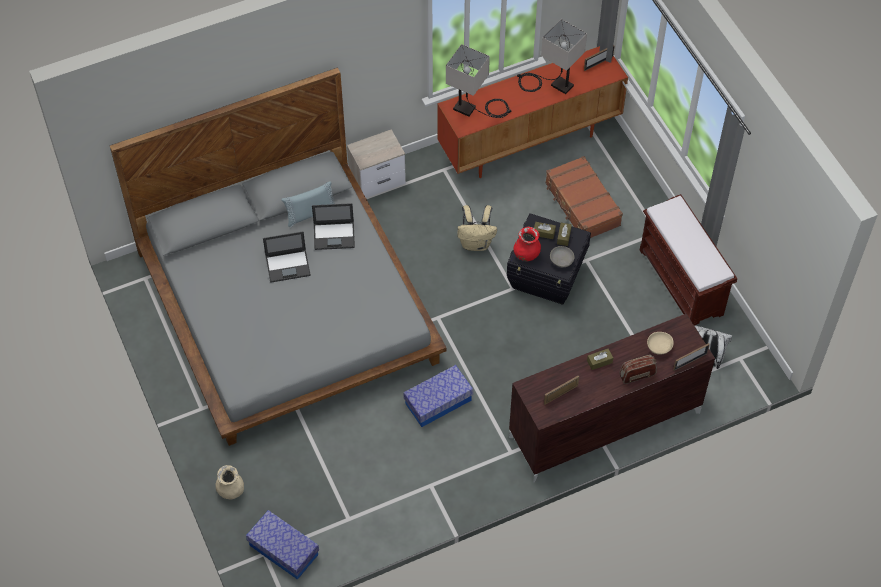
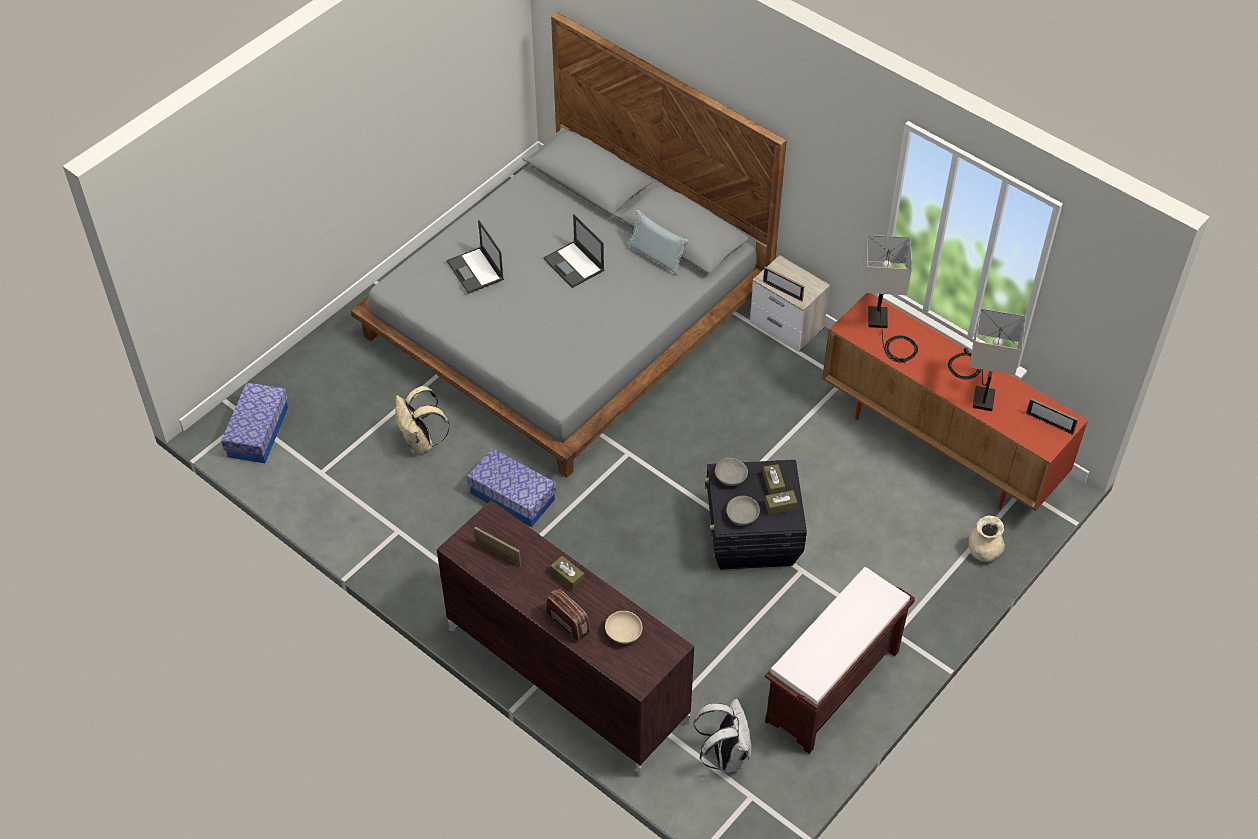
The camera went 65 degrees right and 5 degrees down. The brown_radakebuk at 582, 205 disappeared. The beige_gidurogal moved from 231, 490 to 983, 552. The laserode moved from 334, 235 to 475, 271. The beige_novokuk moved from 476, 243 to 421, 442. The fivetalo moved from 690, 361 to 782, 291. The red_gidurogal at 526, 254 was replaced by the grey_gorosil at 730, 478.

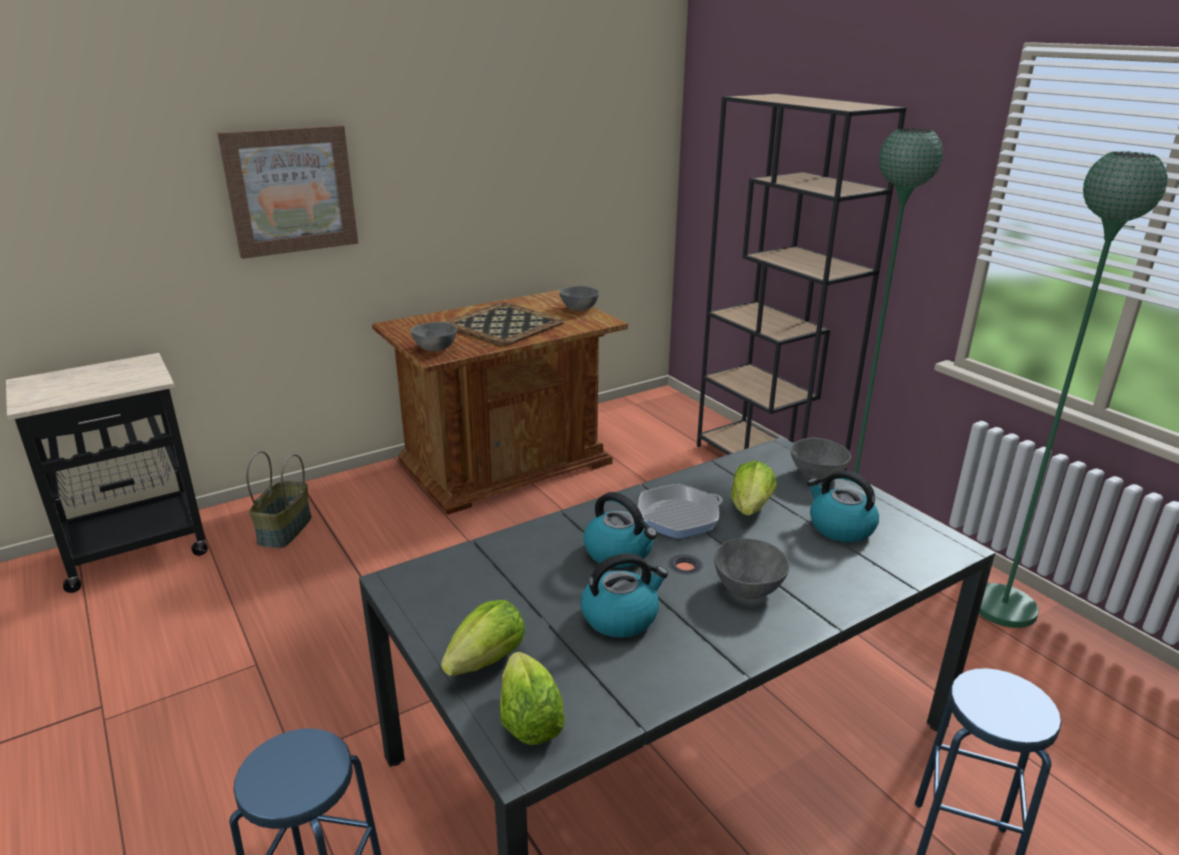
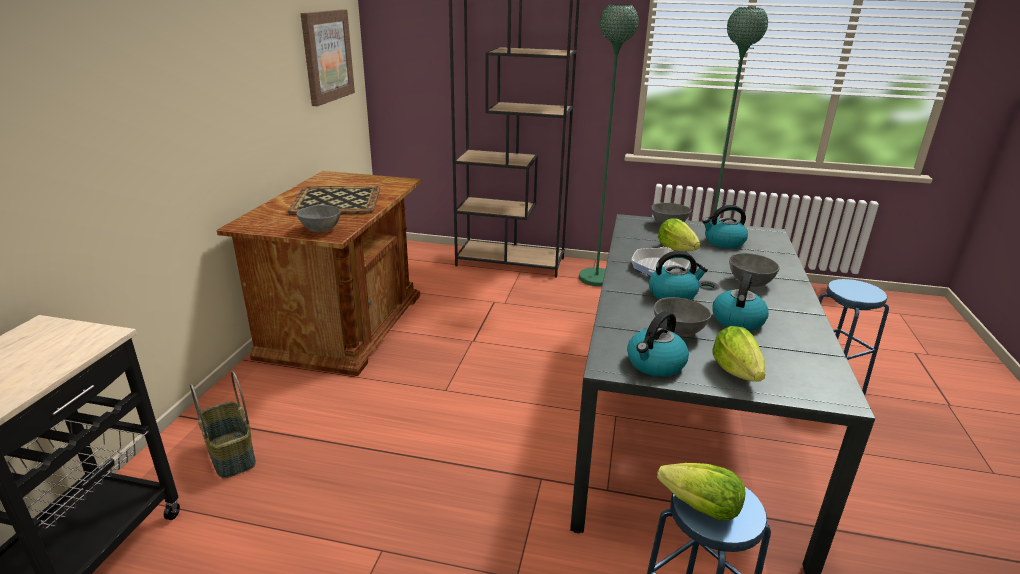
The camera went 45 degrees left and 0 degrees up. The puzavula at 655, 364 appeared. The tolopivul moved from 290, 190 to 327, 56. The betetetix moved from 529, 721 to 701, 508. The grey_gorosil moved from 578, 309 to 678, 332.

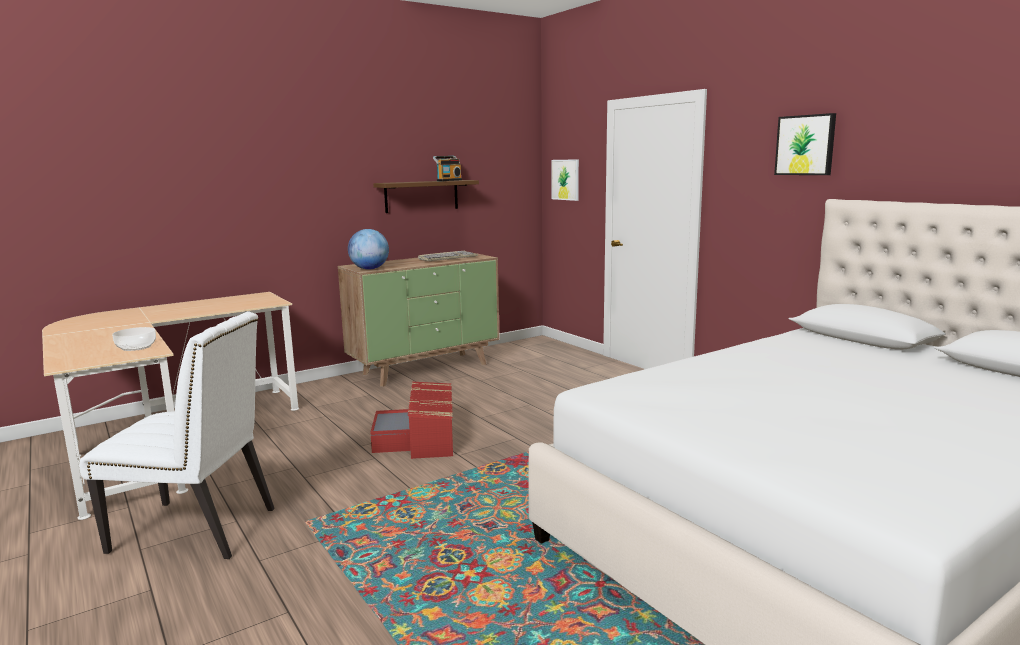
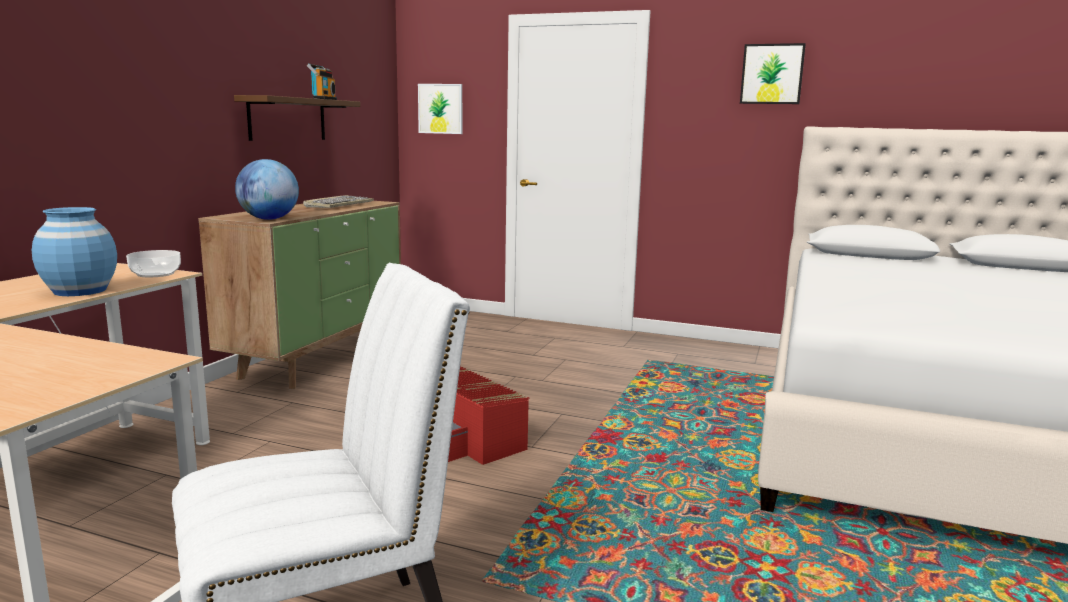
The camera went 35 degrees left and 0 degrees up. The blue_gidurogal at 79, 291 appeared. The gorosil moved from 136, 347 to 155, 274.

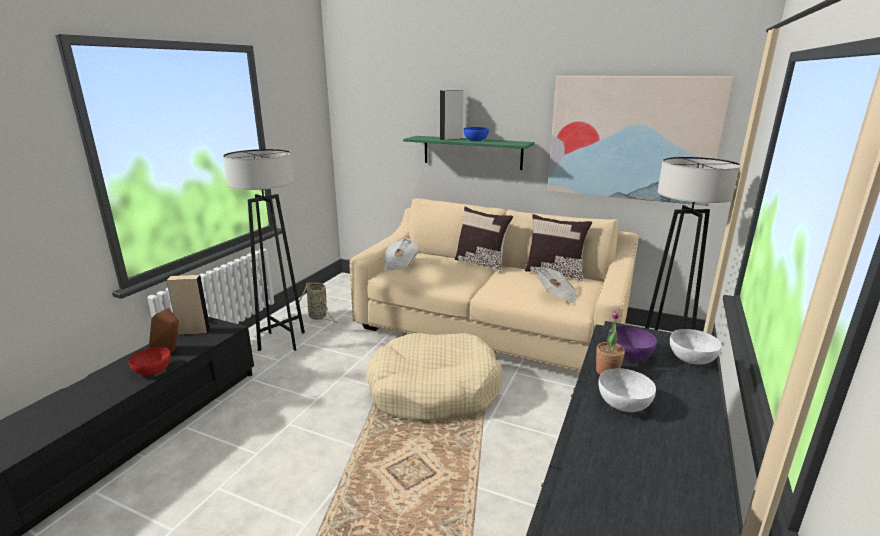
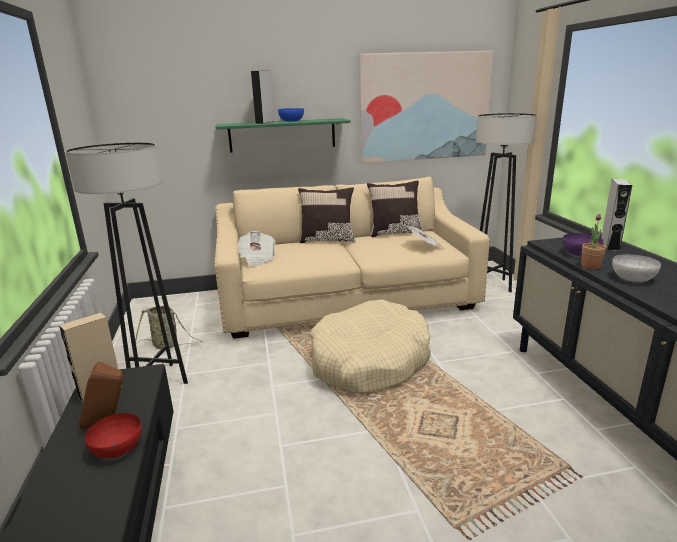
The camera went 35 degrees left and 0 degrees up. The white_gorosil at 692, 358 was replaced by the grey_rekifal at 610, 245.

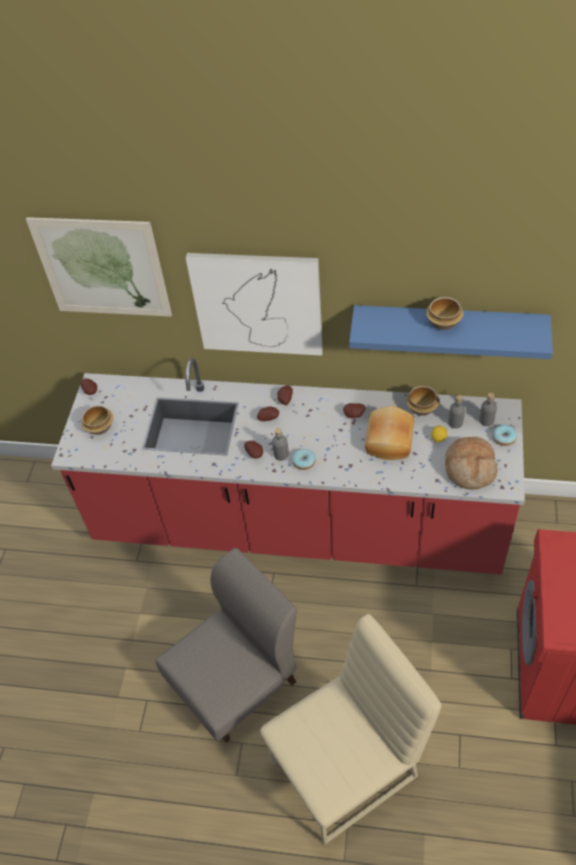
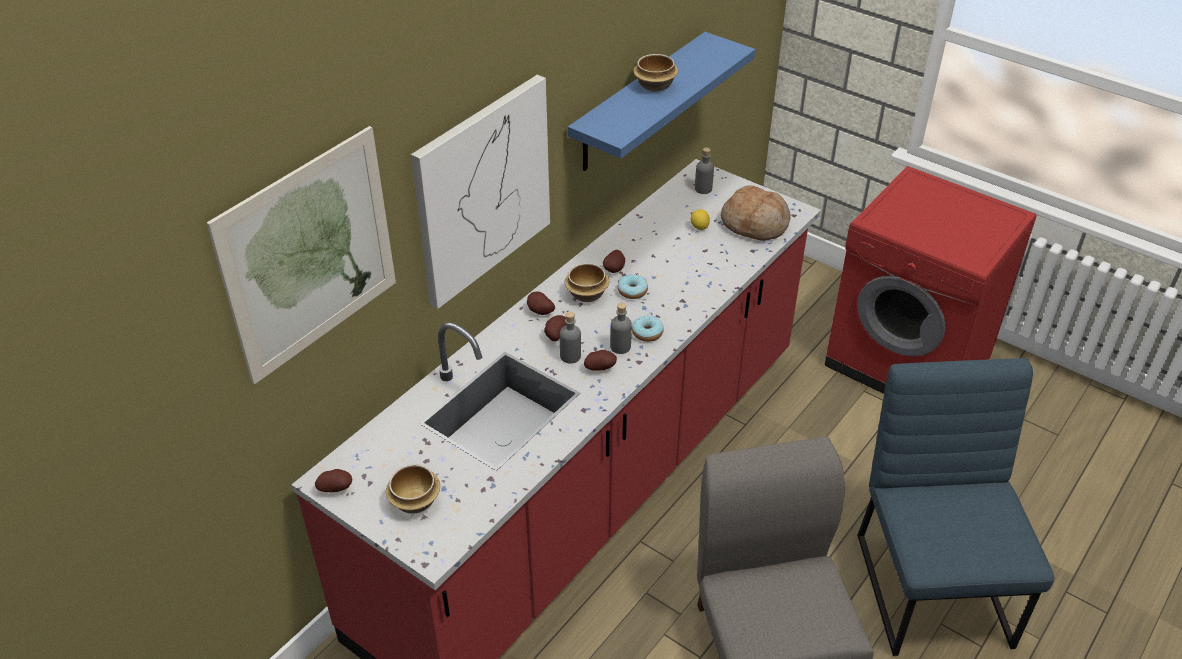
The camera went 65 degrees left and 10 degrees down. The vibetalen at 387, 440 disappeared. The gorosil moved from 421, 408 to 587, 295. The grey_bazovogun moved from 455, 422 to 570, 356. The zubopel moved from 504, 438 to 632, 291. The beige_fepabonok at 348, 767 became the blue_fepabonok at 932, 584.

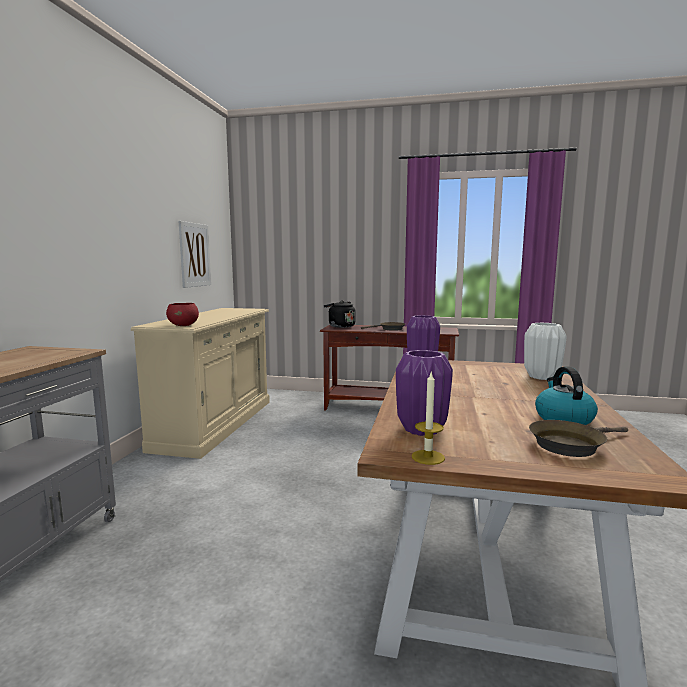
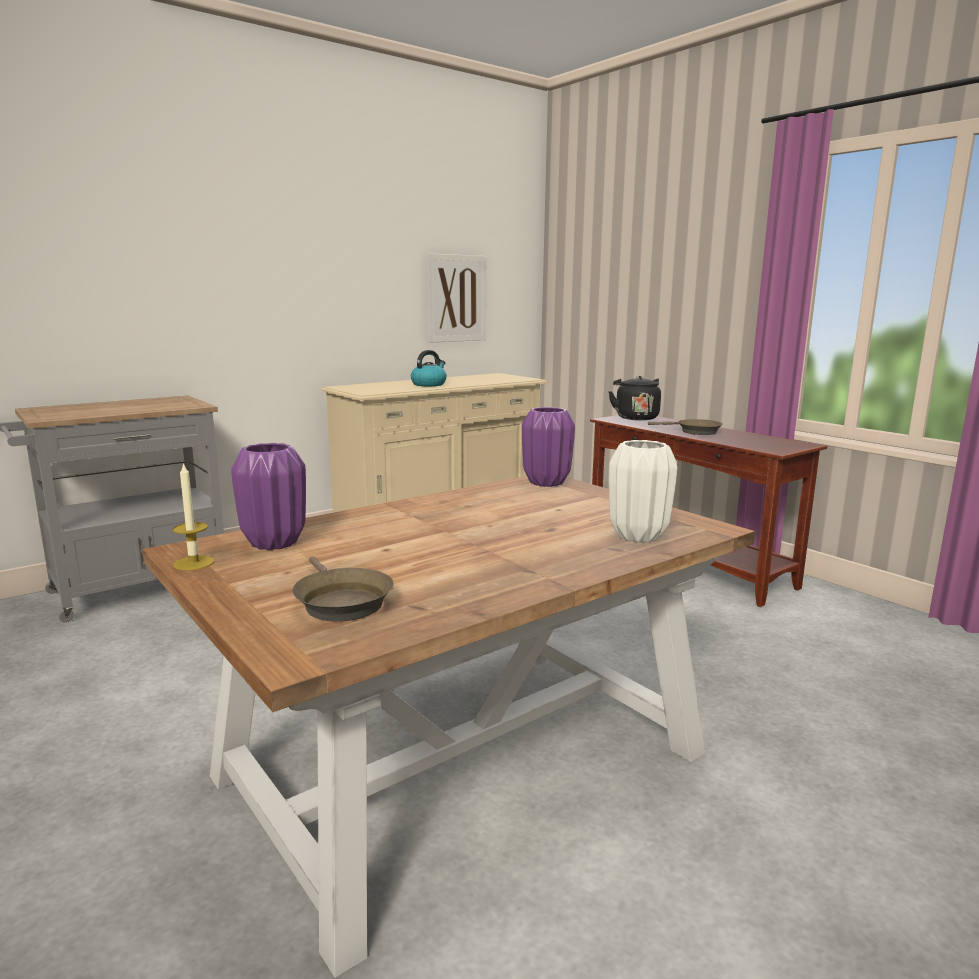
The camera went 40 degrees right and 5 degrees up. The red_gorosil at 183, 325 disappeared. The puzavula moved from 563, 418 to 429, 384. The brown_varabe at 570, 444 turned 135 degrees counterclockwise.

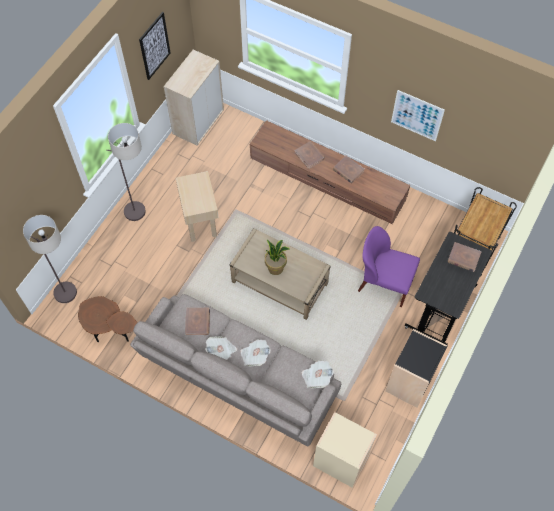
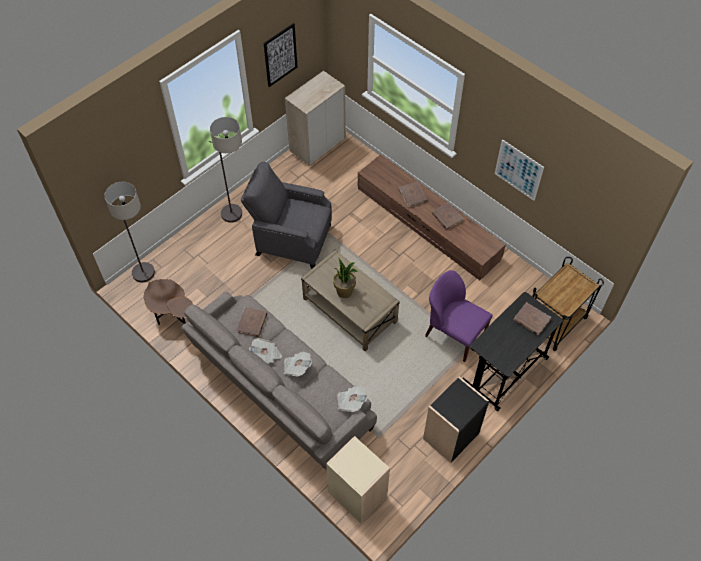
The camera went 15 degrees right and 5 degrees down. The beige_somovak at 201, 224 was replaced by the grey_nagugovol at 290, 239.

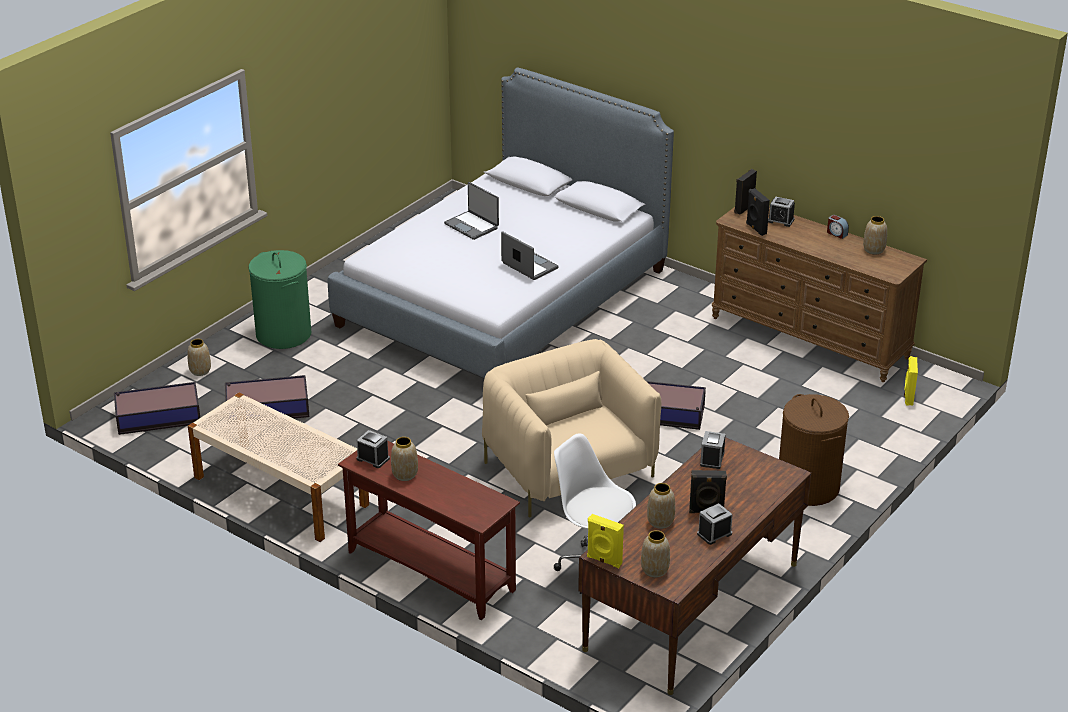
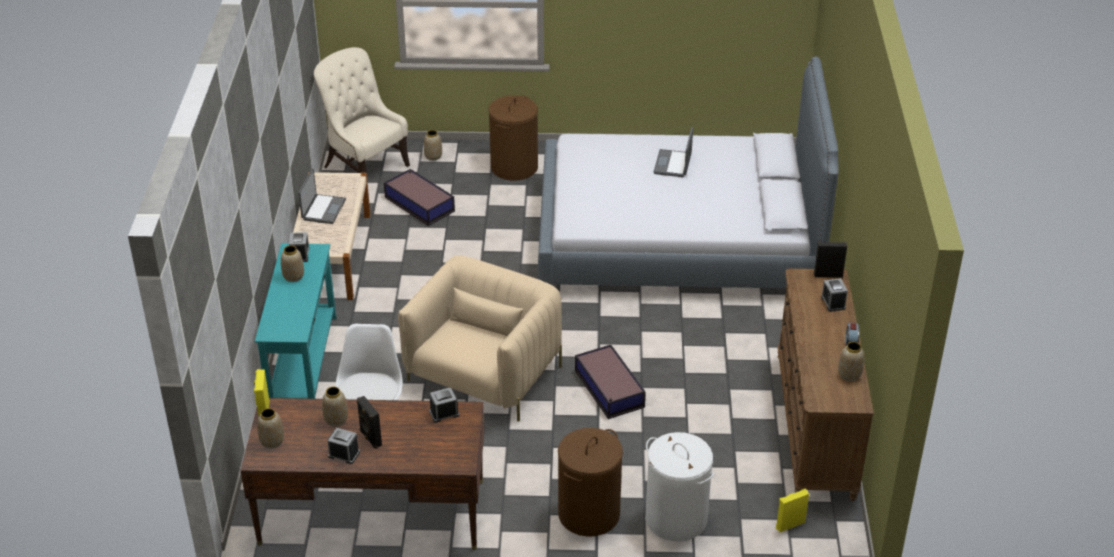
The camera went 55 degrees right and 5 degrees up. The black_rekifal at 755, 229 disappeared. The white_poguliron at 675, 519 appeared. The laserode moved from 529, 266 to 323, 209. The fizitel at 157, 417 was replaced by the beige_nagugovol at 365, 166. The green_poguliron at 283, 334 became the brown_poguliron at 514, 167. The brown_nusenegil at 430, 571 became the turquoise_nusenegil at 303, 362.

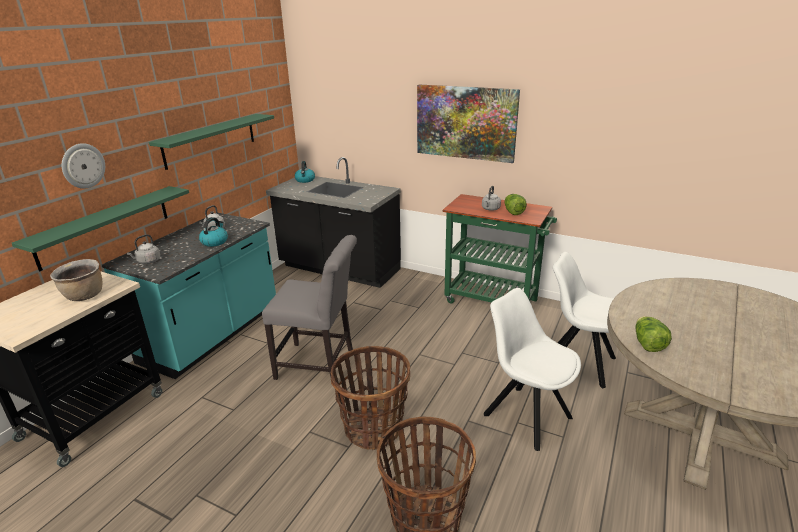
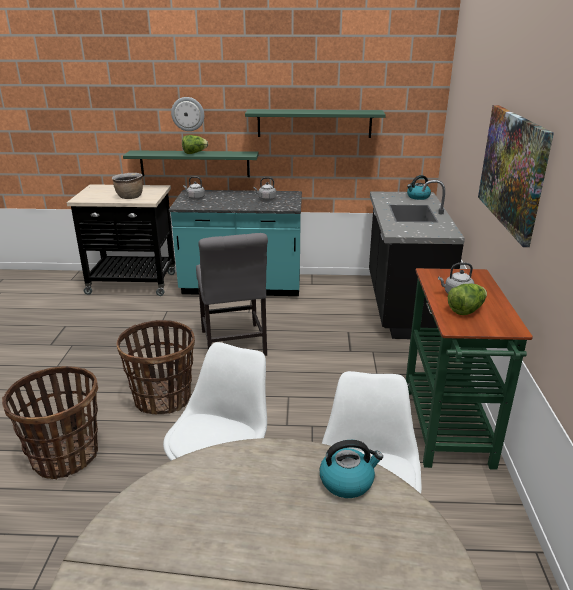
The camera went 65 degrees right and 0 degrees up. The puzavula moved from 214, 242 to 347, 481. The betetetix moved from 647, 344 to 194, 153.

